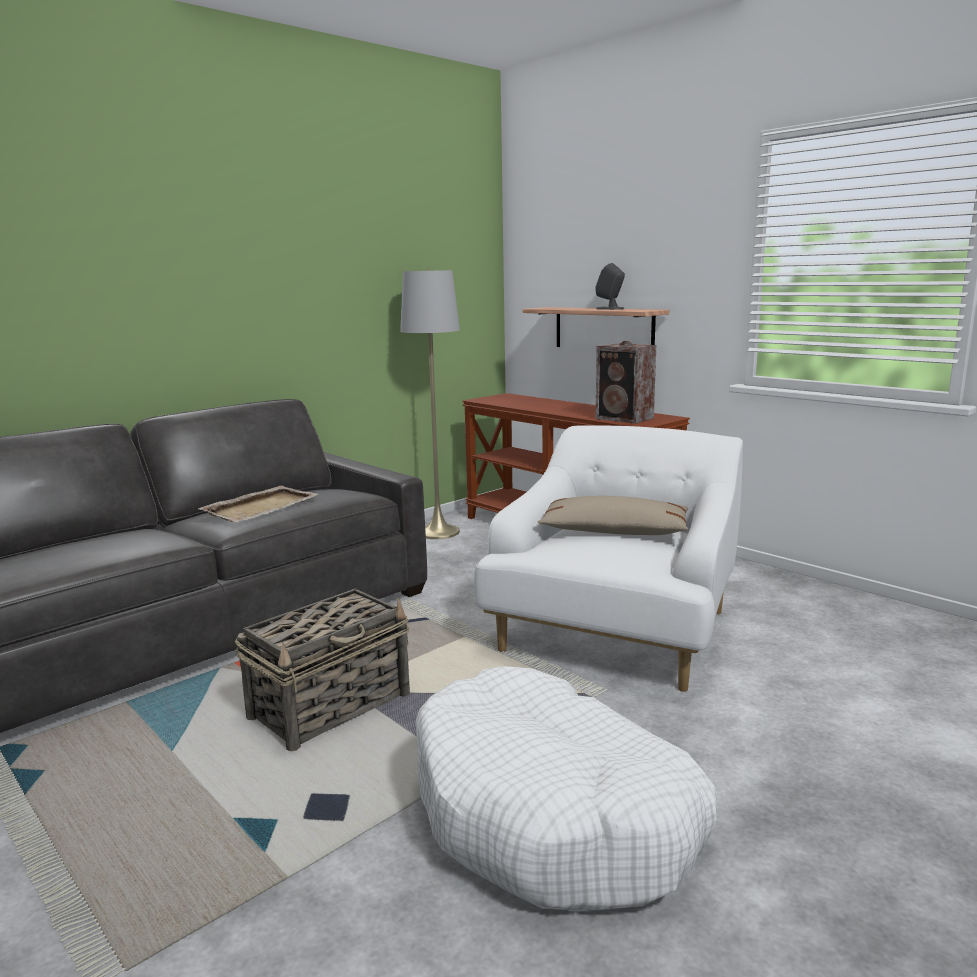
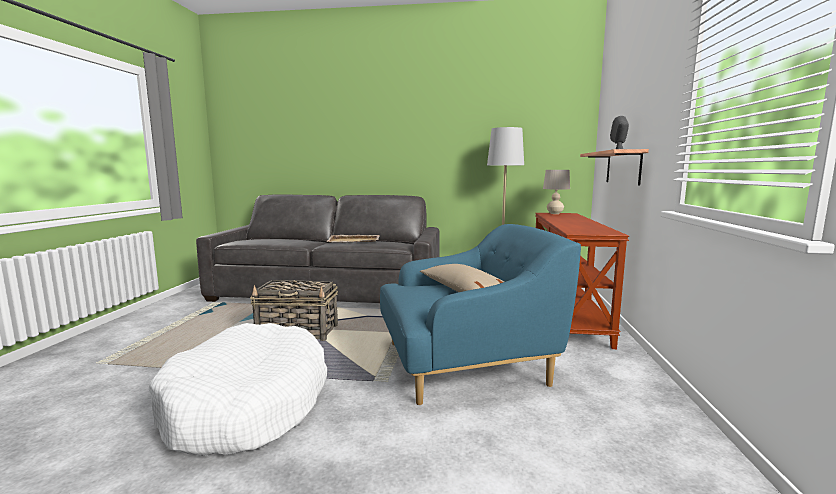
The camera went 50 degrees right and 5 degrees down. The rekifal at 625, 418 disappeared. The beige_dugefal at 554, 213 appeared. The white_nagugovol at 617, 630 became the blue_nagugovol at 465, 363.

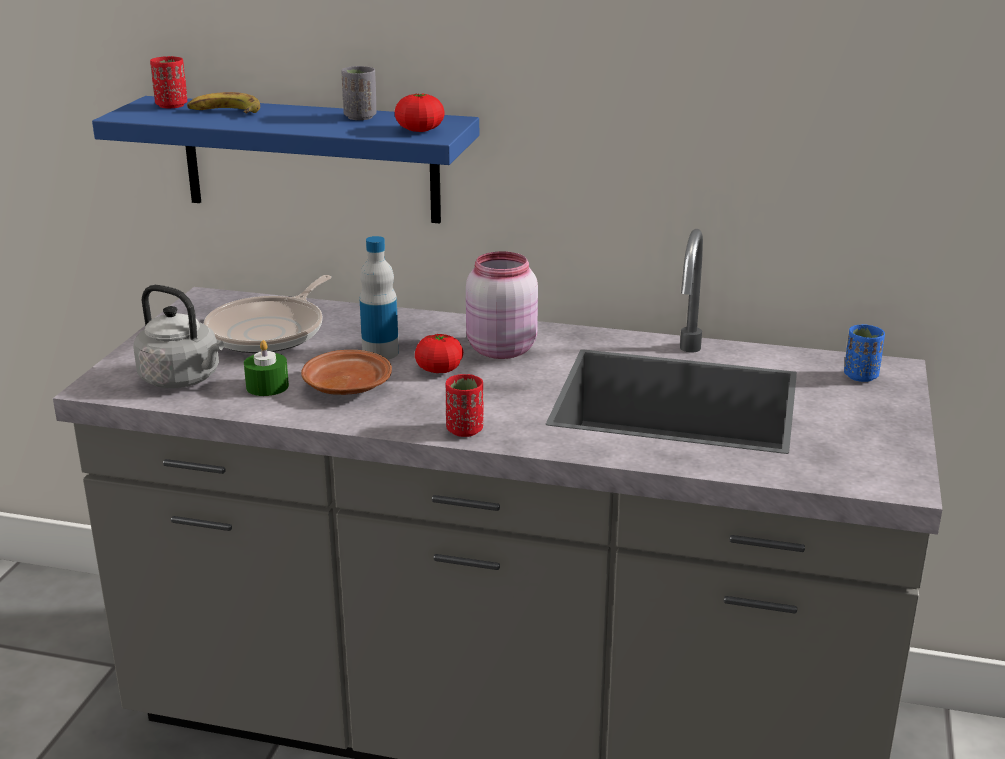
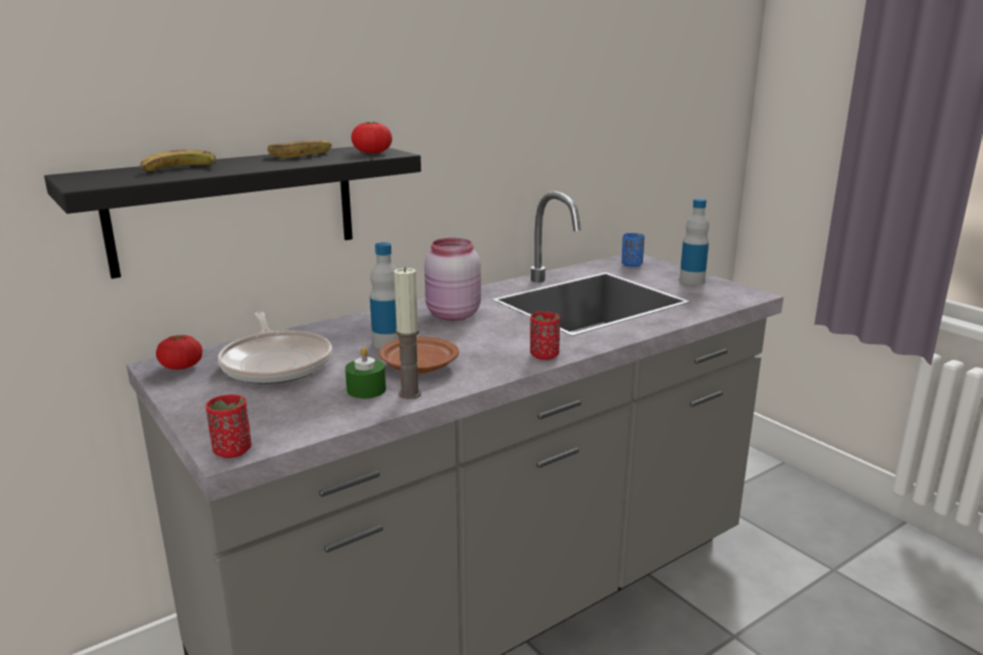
The camera went 50 degrees left and 5 degrees down. The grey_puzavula at 183, 379 disappeared. The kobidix at 410, 394 appeared. The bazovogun at 692, 280 appeared. The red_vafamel moved from 171, 105 to 232, 451. The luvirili moved from 439, 369 to 181, 366. The grey_vafamel at 360, 117 was replaced by the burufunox at 301, 155. The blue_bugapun at 310, 159 became the black_bugapun at 235, 208.

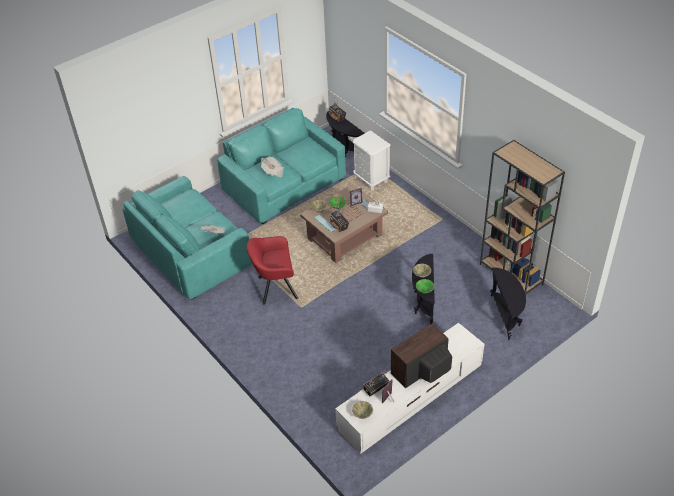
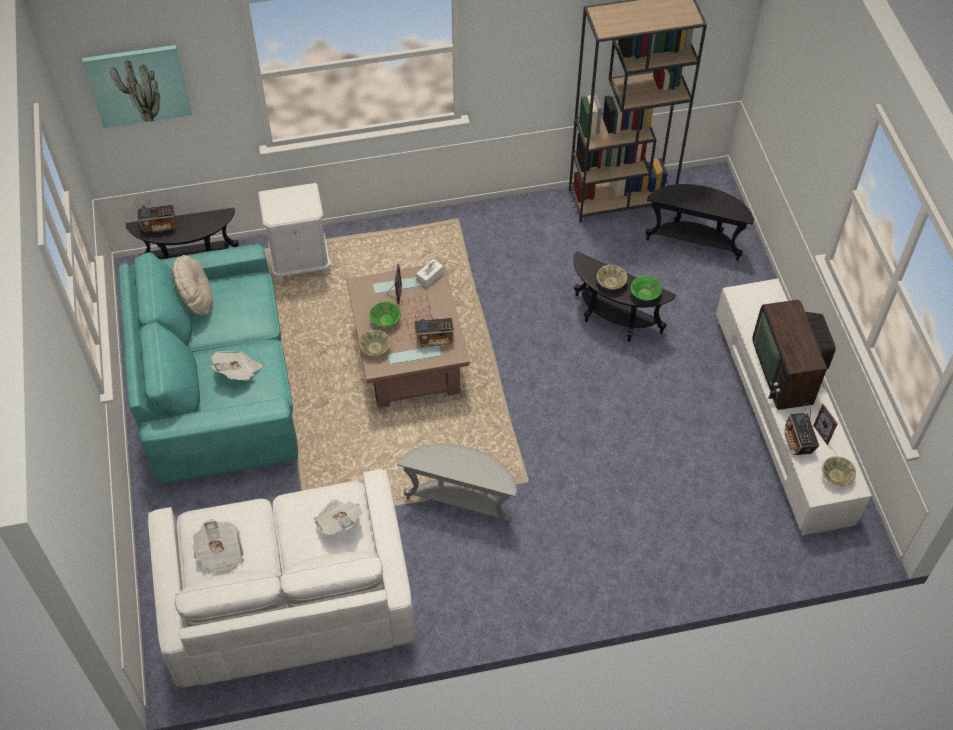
The camera went 65 degrees left and 10 degrees up. The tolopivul at 138, 85 appeared. The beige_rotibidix at 197, 301 appeared. The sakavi at 220, 556 appeared. The red_nagugovol at 275, 288 was replaced by the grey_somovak at 461, 501. The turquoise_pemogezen at 190, 253 became the white_pemogezen at 288, 599.

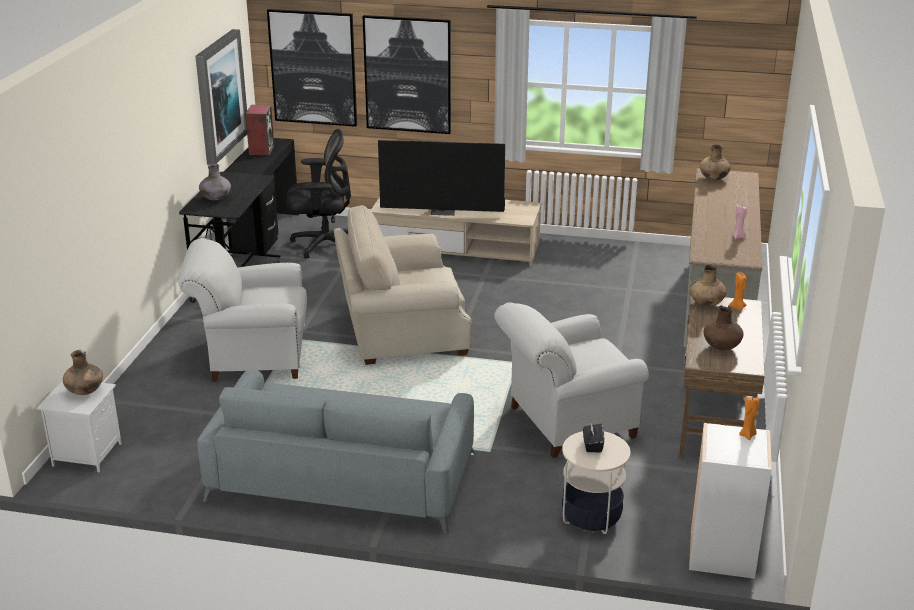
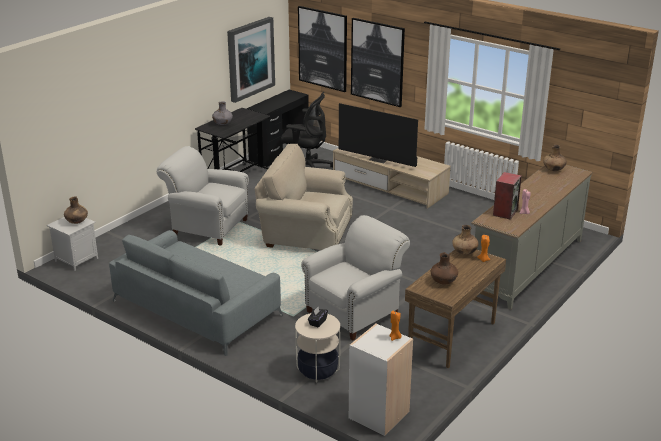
The camera went 25 degrees right and 0 degrees up. The rekifal moved from 261, 150 to 505, 212. The white_nagugovol at 566, 423 turned 135 degrees clockwise.

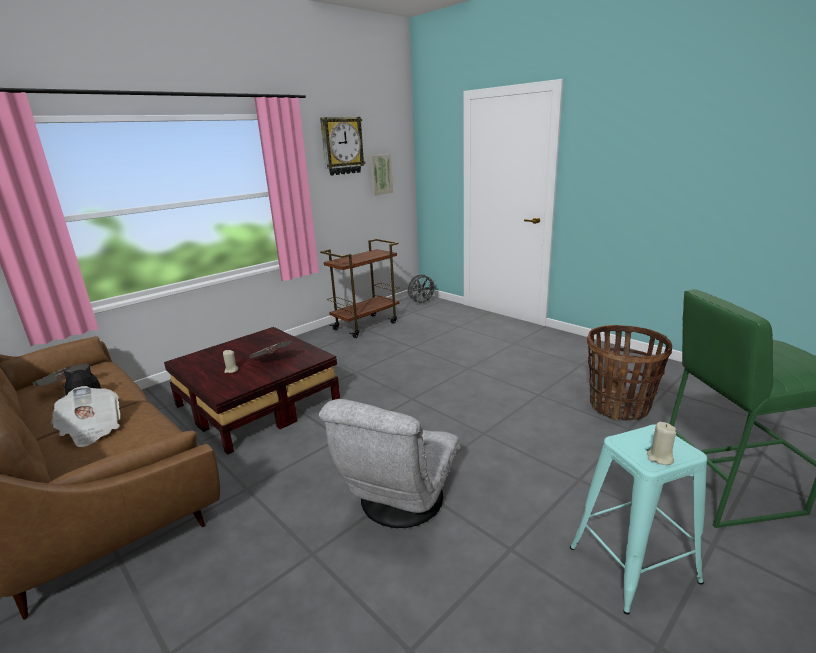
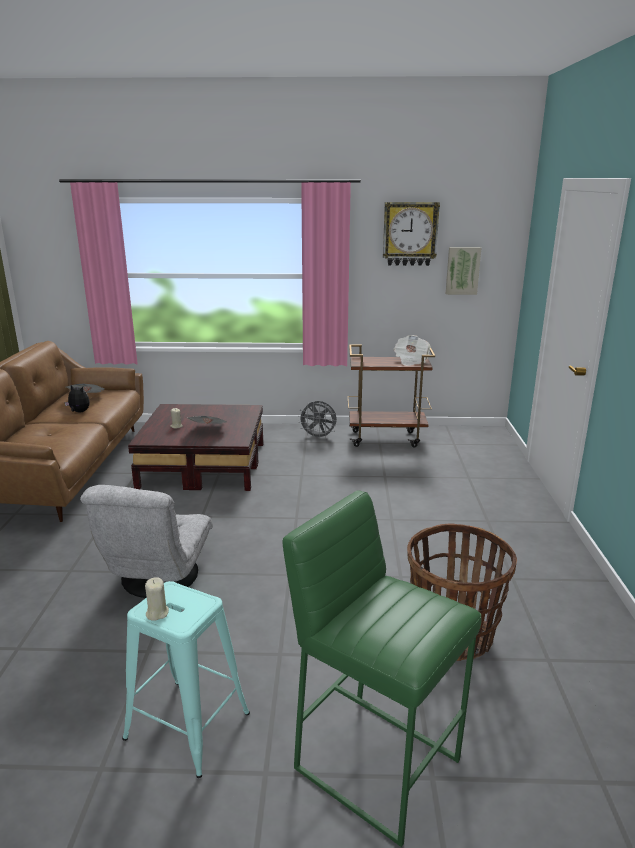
The camera went 45 degrees right and 0 degrees up. The sakavi moved from 91, 429 to 411, 360. The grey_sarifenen moved from 421, 303 to 318, 437. The grey_nagugovol at 400, 497 turned 60 degrees counterclockwise.

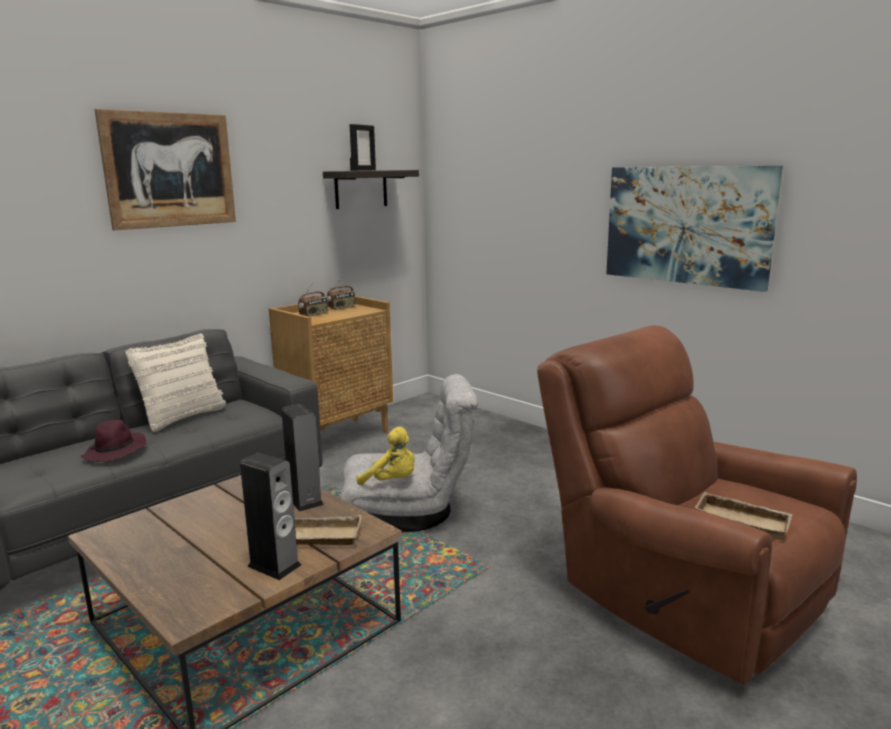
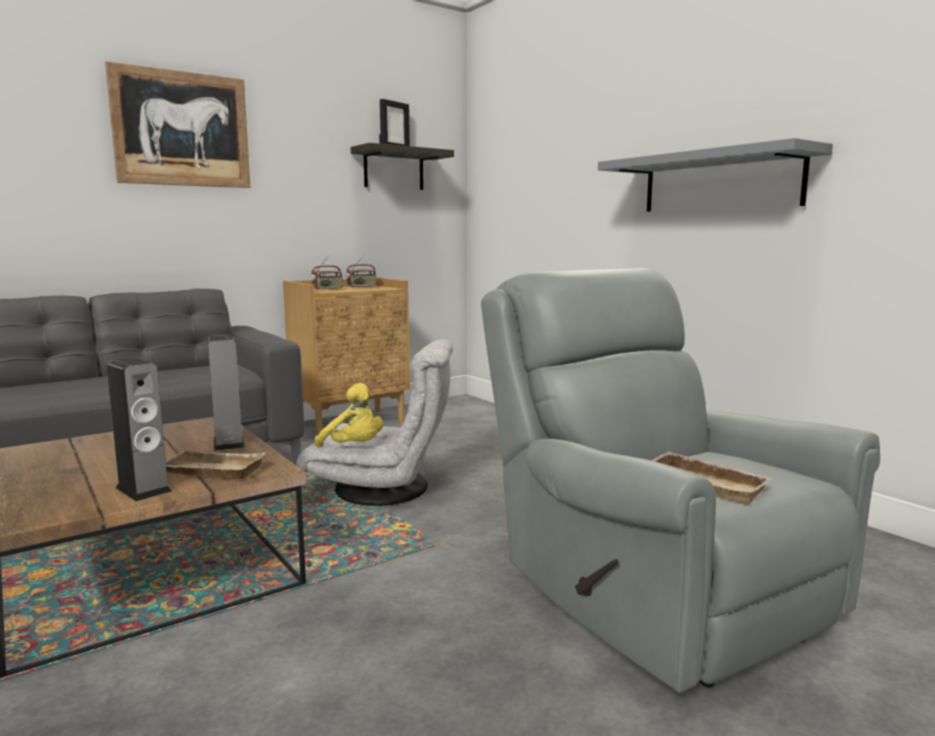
The camera went 10 degrees right and 5 degrees down. The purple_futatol at 115, 452 disappeared. The beige_rotibidix at 183, 417 disappeared. The tolopivul at 686, 225 was replaced by the grey_bugapun at 720, 182. The brown_nagugovol at 679, 595 became the grey_nagugovol at 651, 594.

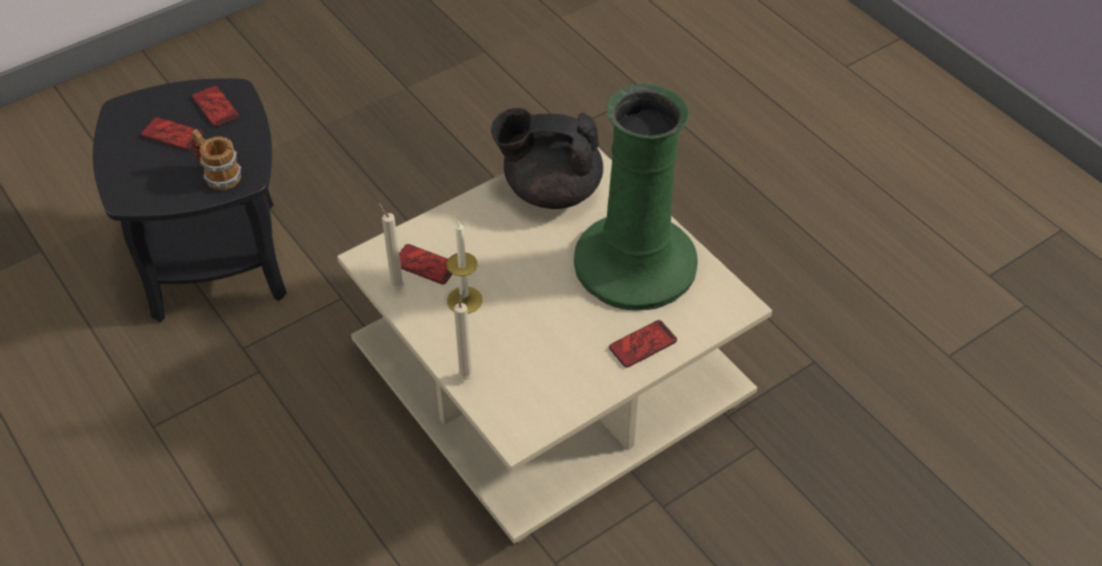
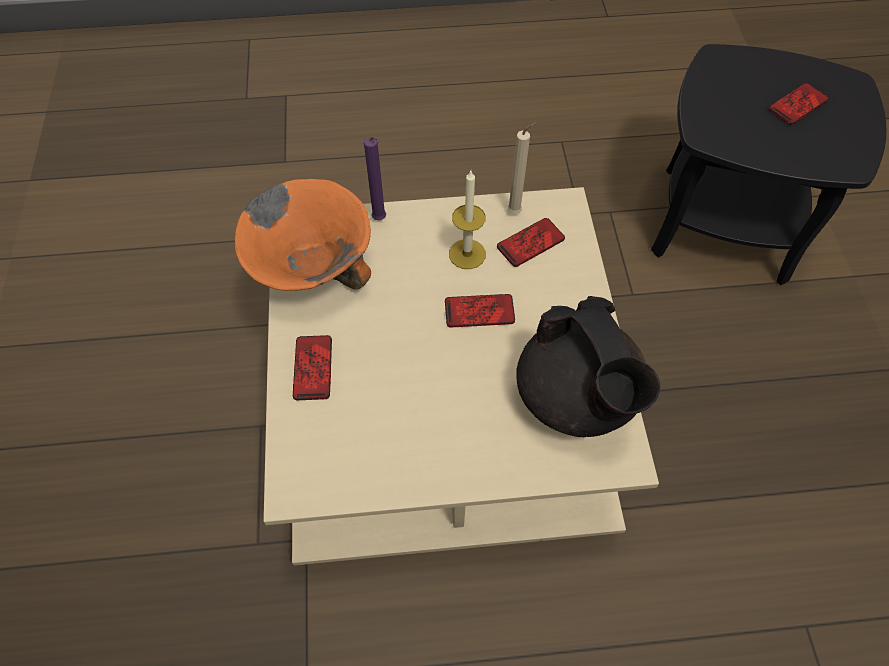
The camera went 120 degrees right and 10 degrees up. The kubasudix at 218, 174 disappeared. The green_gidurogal at 634, 264 disappeared. The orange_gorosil at 312, 265 appeared. The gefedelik moved from 215, 107 to 479, 311. The beige_kobidix at 467, 375 became the purple_kobidix at 380, 220. The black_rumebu at 550, 189 turned 120 degrees clockwise.

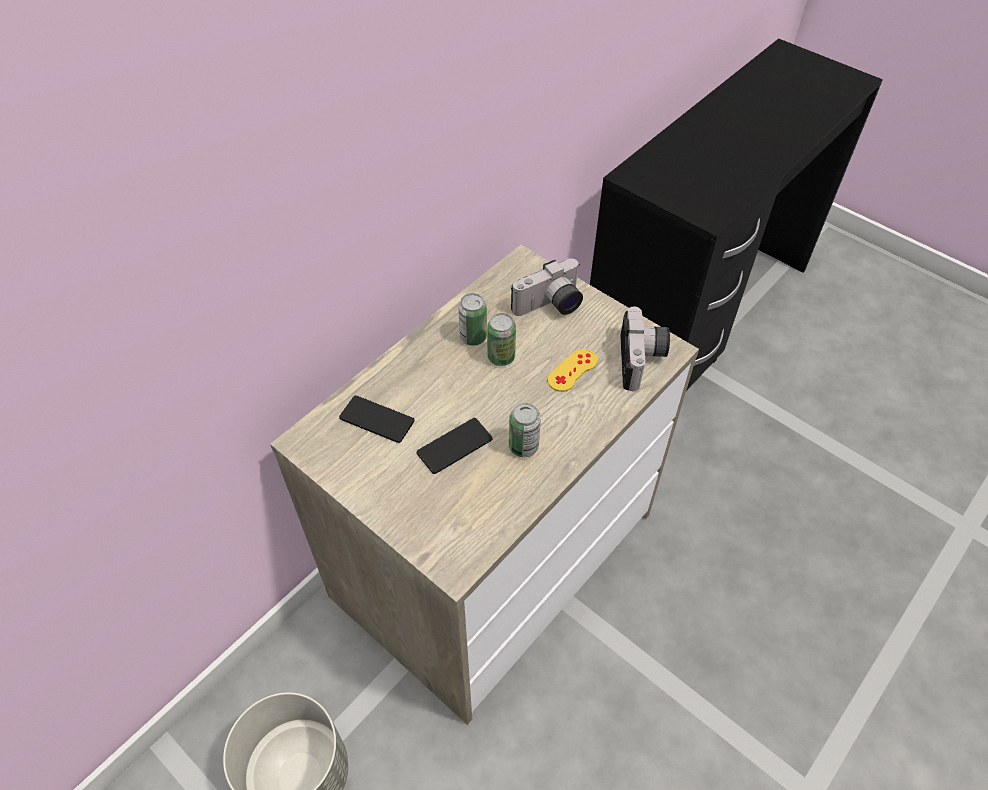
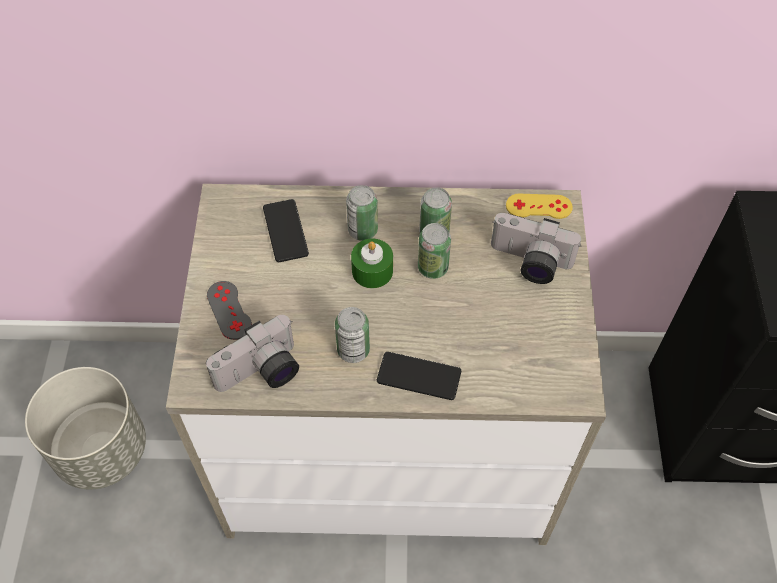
The camera went 50 degrees right and 5 degrees up. The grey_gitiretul at 229, 310 appeared. The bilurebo at 362, 230 appeared. The green_kobidix at 372, 271 appeared. The gefedelik moved from 454, 446 to 419, 376. The yellow_gitiretul moved from 572, 370 to 539, 206. The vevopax moved from 642, 361 to 262, 374.

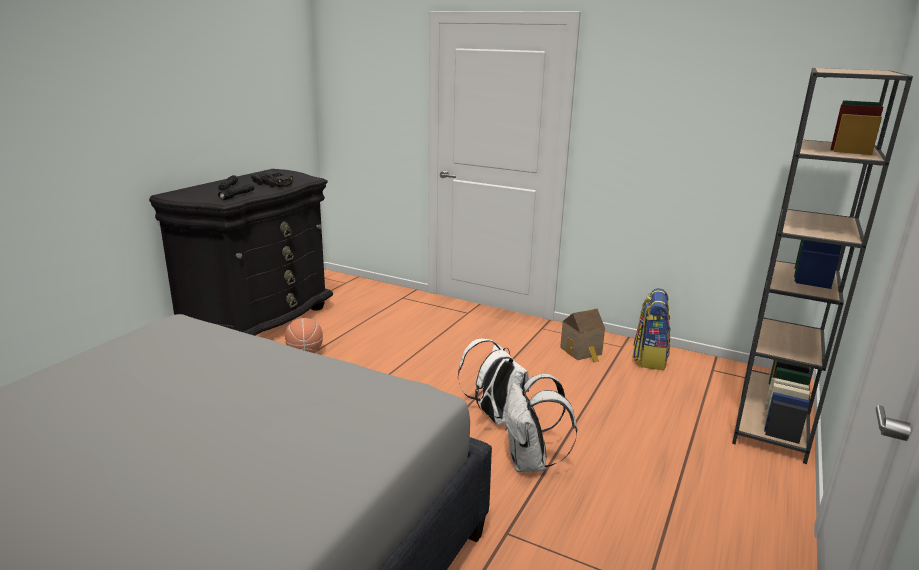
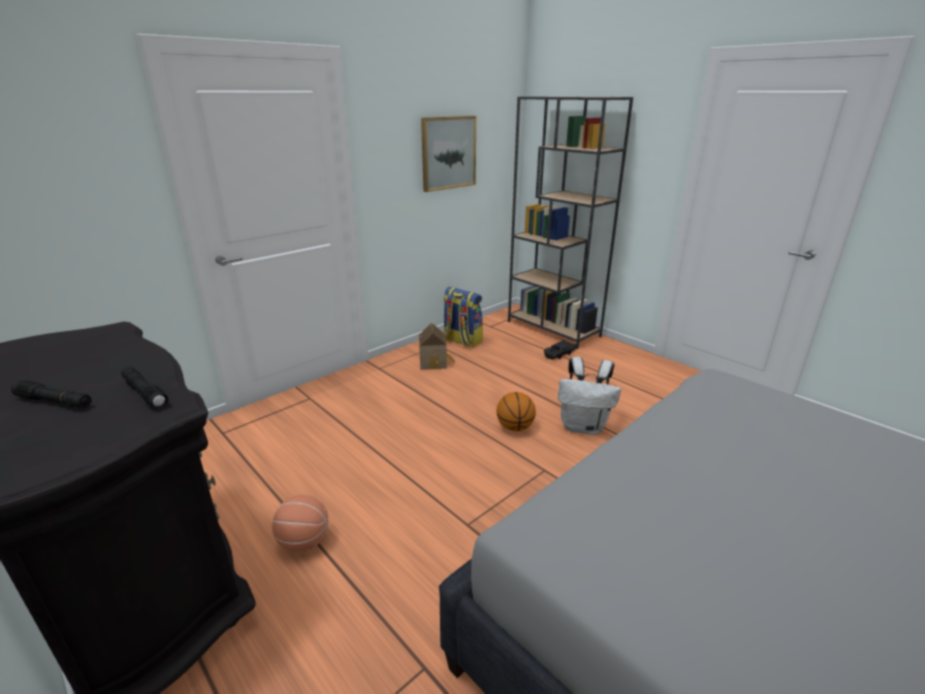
The camera went 70 degrees left and 5 degrees up. The tolopivul at 448, 153 appeared. The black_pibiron moved from 272, 185 to 559, 354. The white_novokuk at 495, 416 was replaced by the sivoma at 514, 427.

